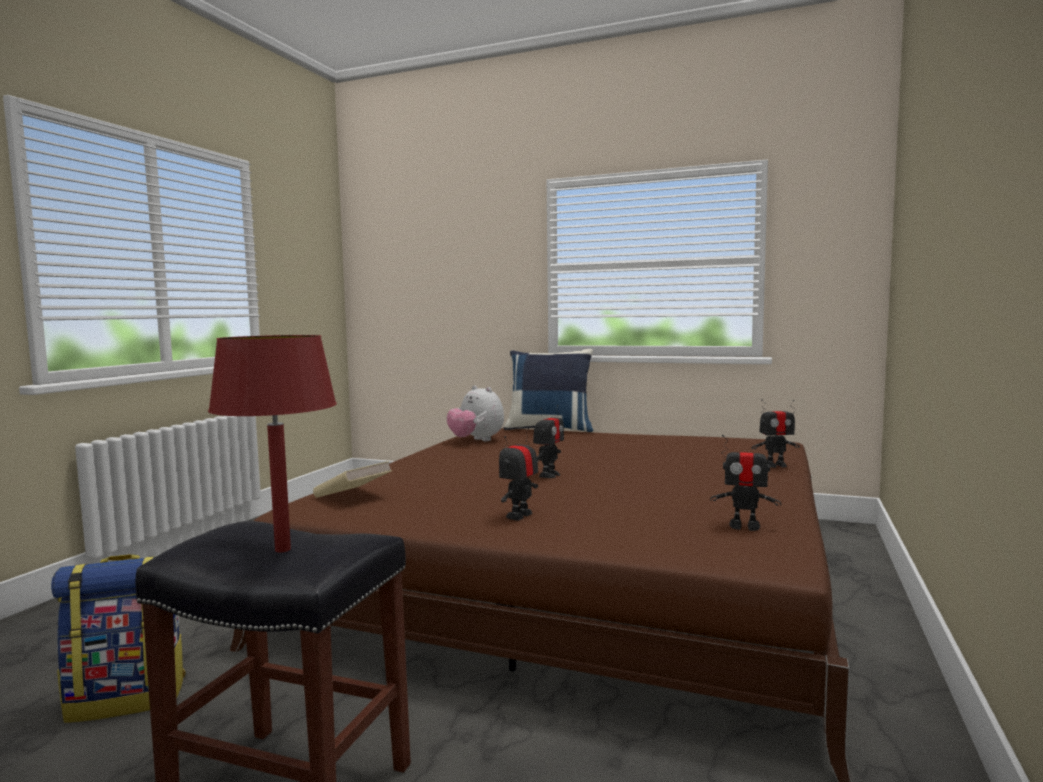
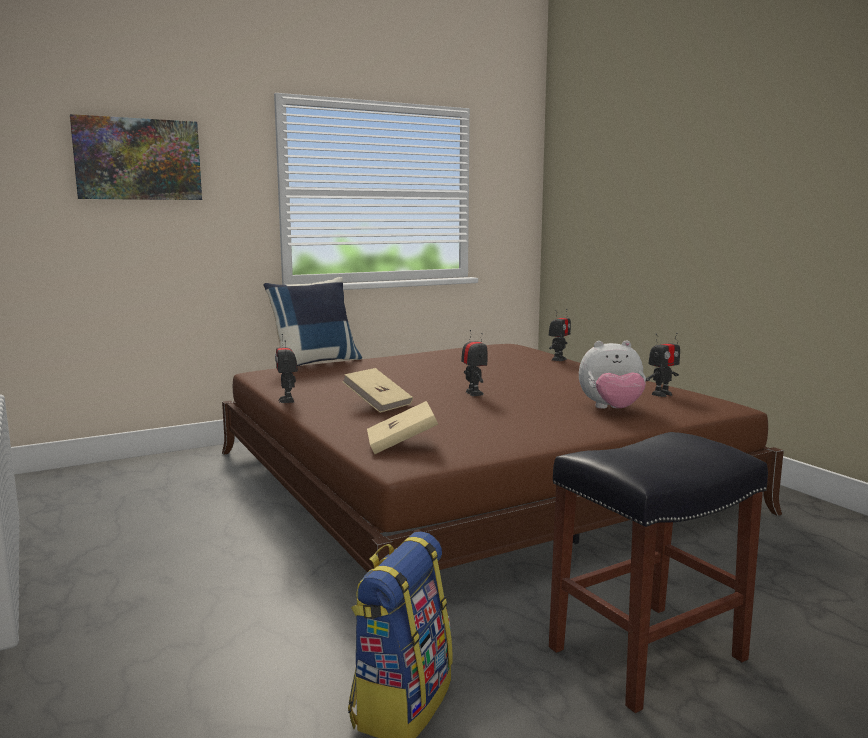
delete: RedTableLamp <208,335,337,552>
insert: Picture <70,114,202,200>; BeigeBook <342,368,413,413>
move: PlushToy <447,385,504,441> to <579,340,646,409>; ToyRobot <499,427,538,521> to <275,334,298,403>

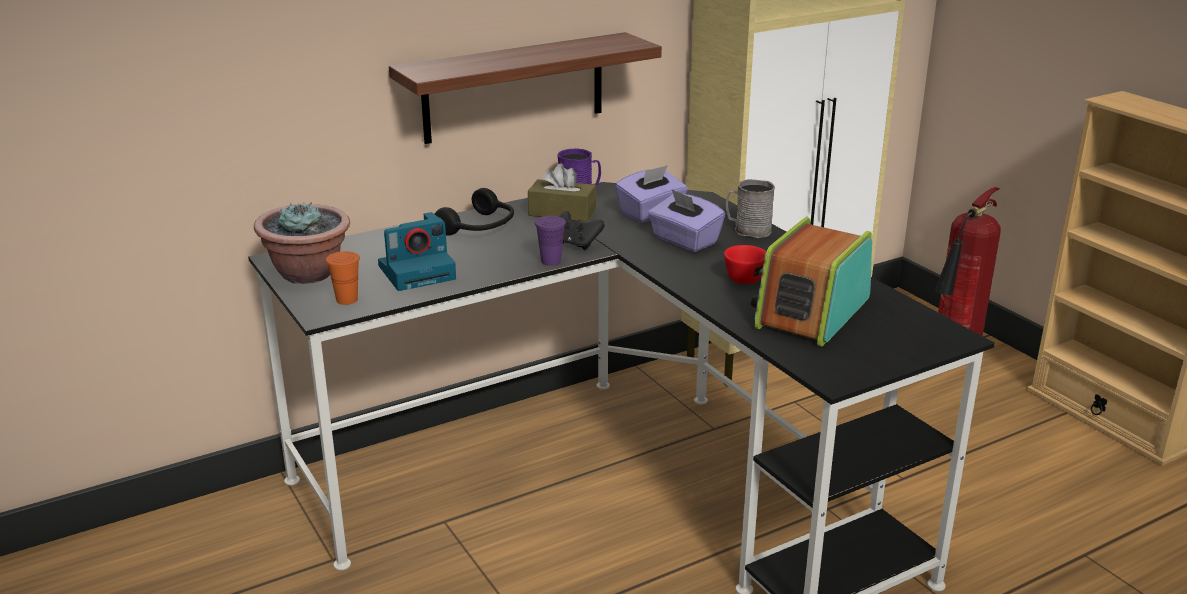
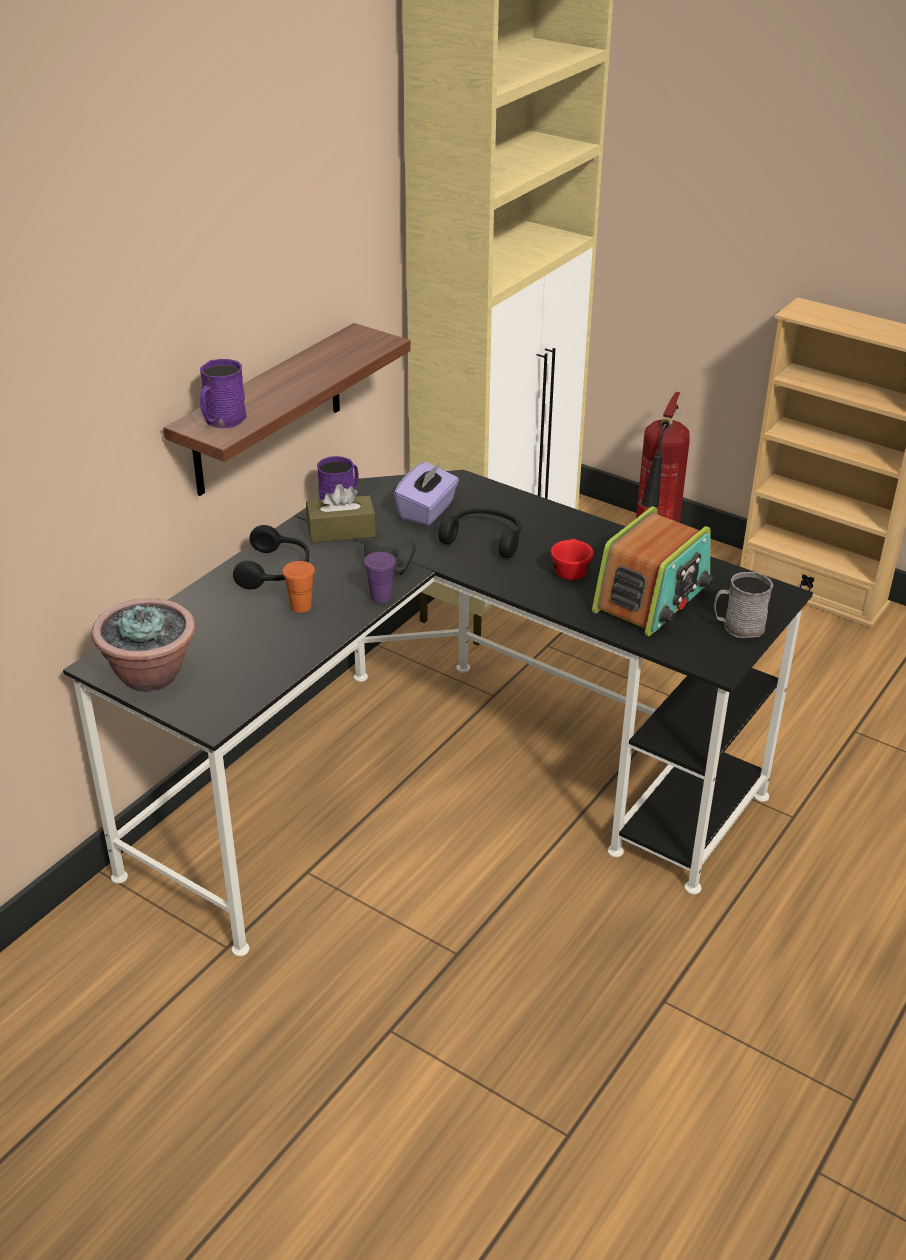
delete: PhotoCamera <378,212,456,291>
insert: PurpleMug <200,359,247,428>
move: GreyMug <726,179,775,238> to <714,572,773,638>; OrangeCup <326,251,360,305> to <282,561,315,613>
replace: PurpleTissueBox <648,189,725,252> to BlackHeadphones <439,508,521,558>
rotate: Radio <751,217,872,347> = <592,506,714,637> 150 degrees counterclockwise

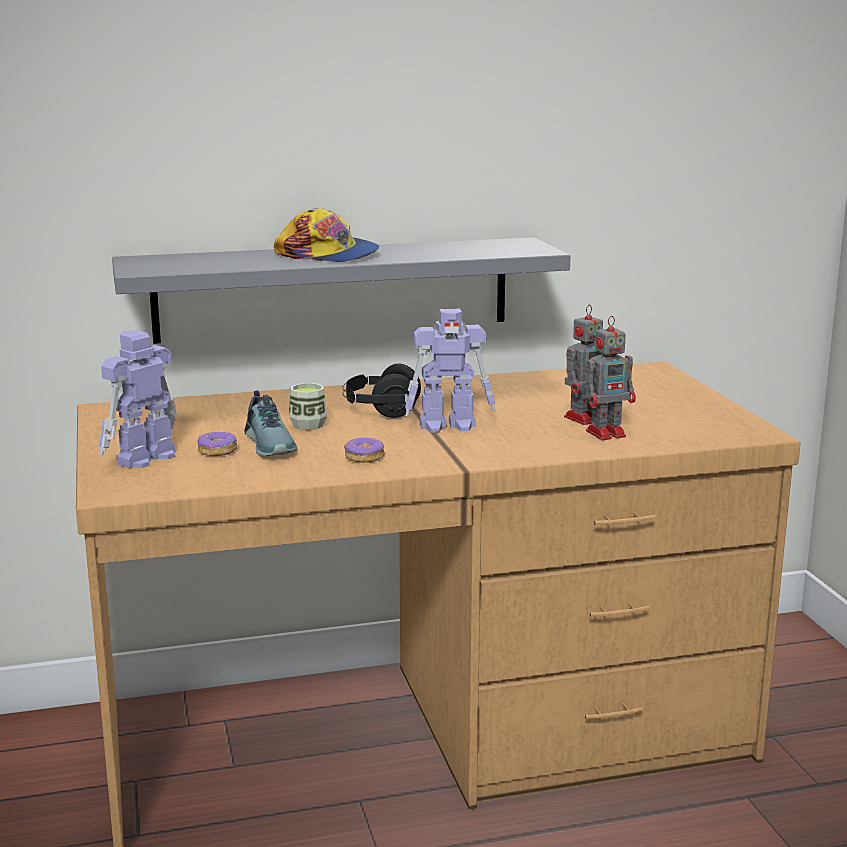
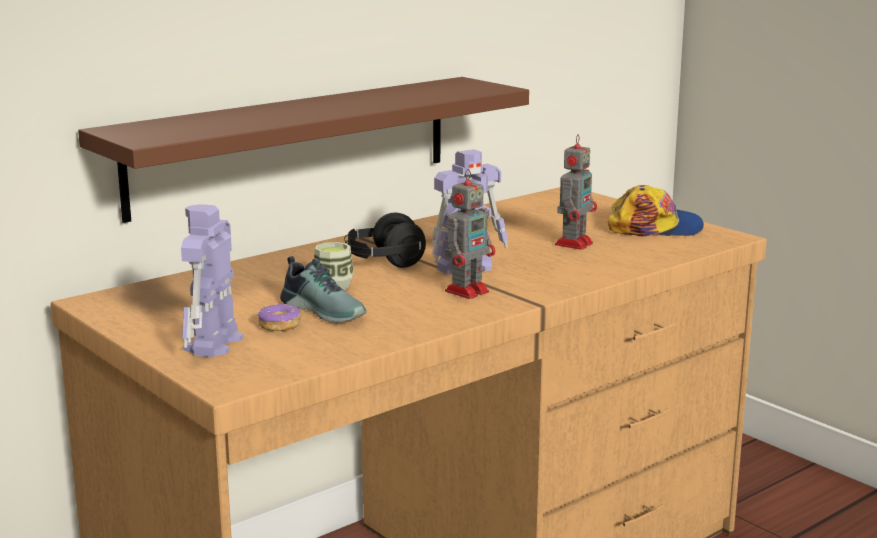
delete: Donut <344,437,385,463>
move: Cap <274,208,380,262> to <608,185,704,237>; ToyRobot <586,316,636,440> to <445,169,495,299>
recolor: GreyShelf <112,237,571,344> to BrownShelf <78,77,529,223>

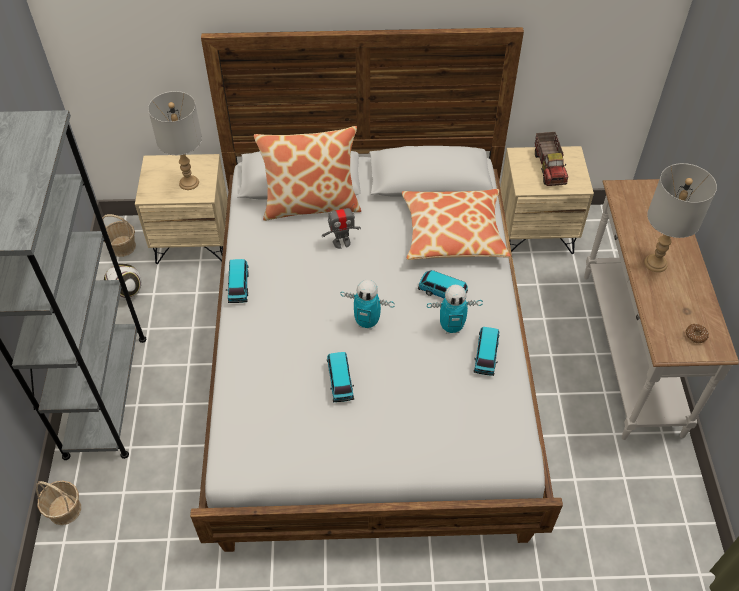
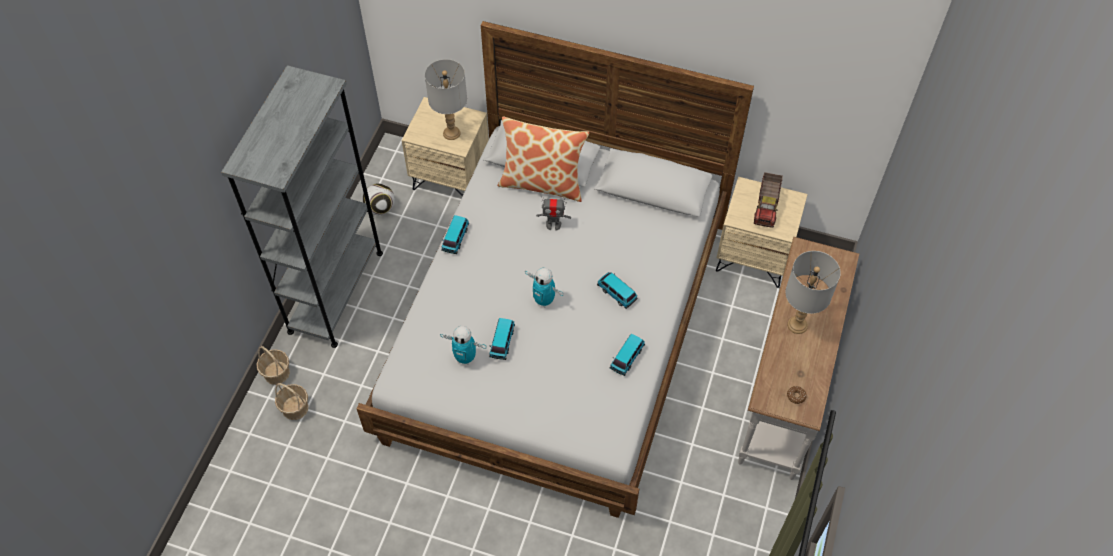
delete: Pillow <402,189,511,260>
move: Basket <102,214,136,257> to <275,383,309,420>; ToyRobot <427,285,483,334> to <440,326,486,365>

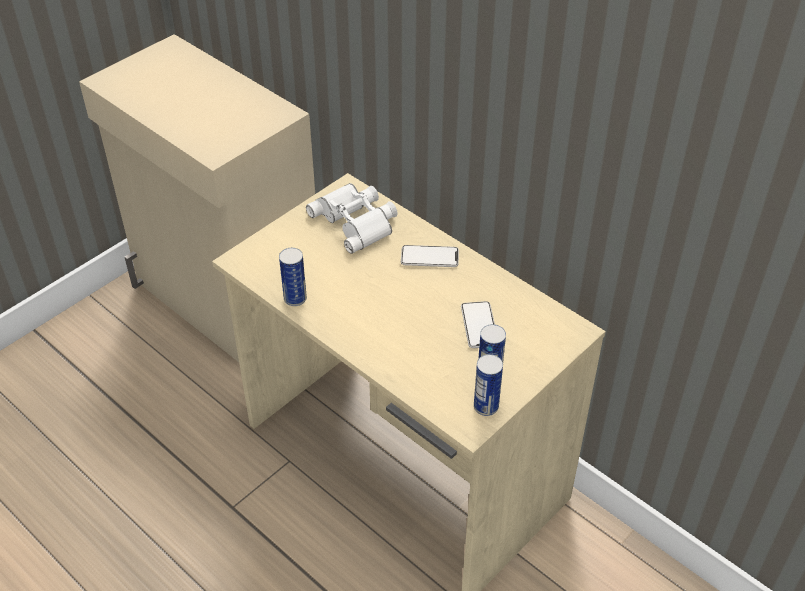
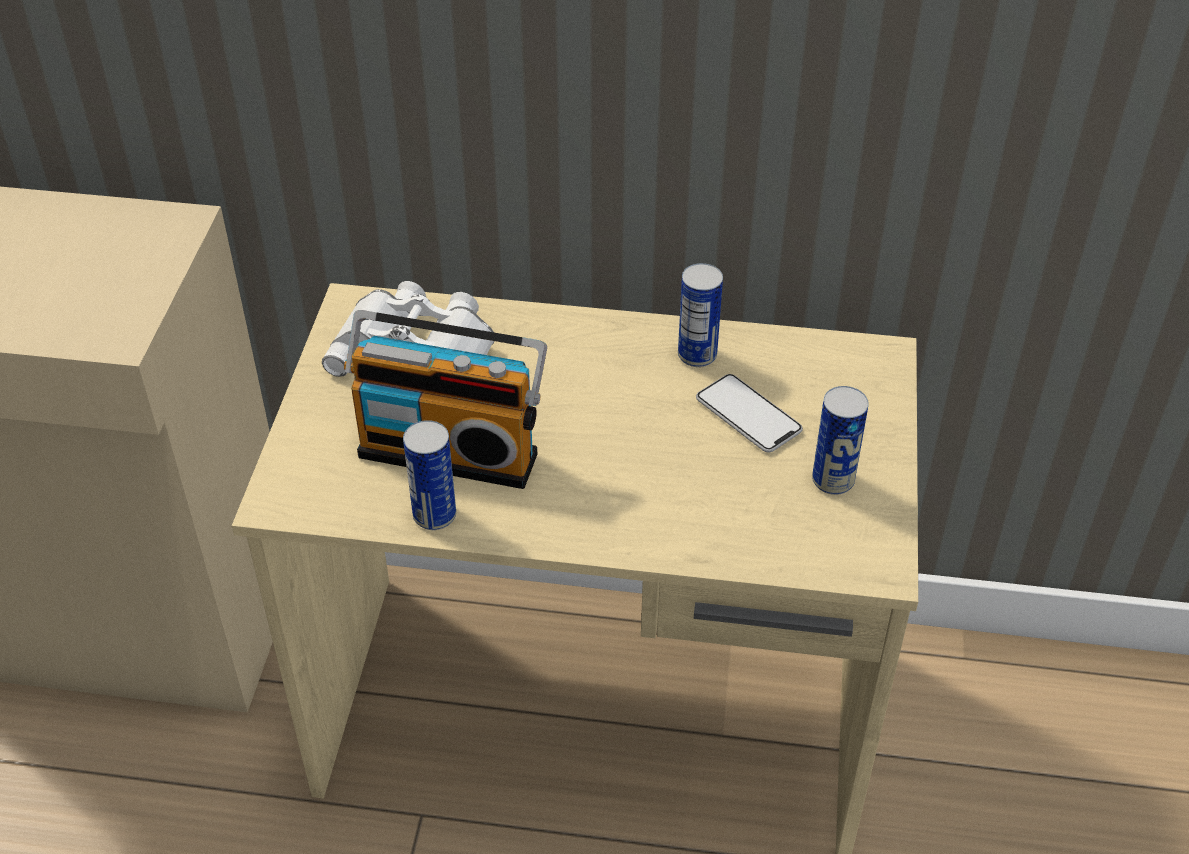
delete: Phone <401,245,459,267>
insert: Radio <344,310,547,489>
move: Can <474,354,503,416> to <678,263,723,367>

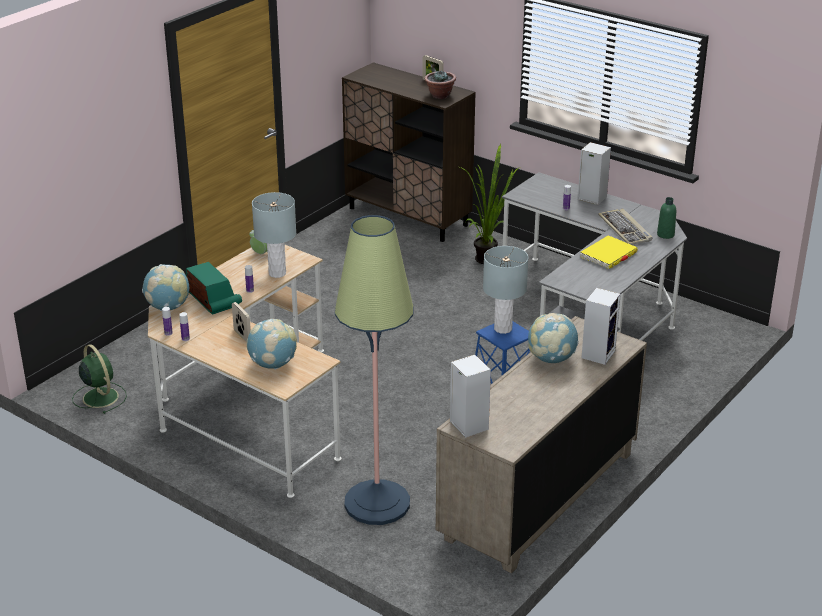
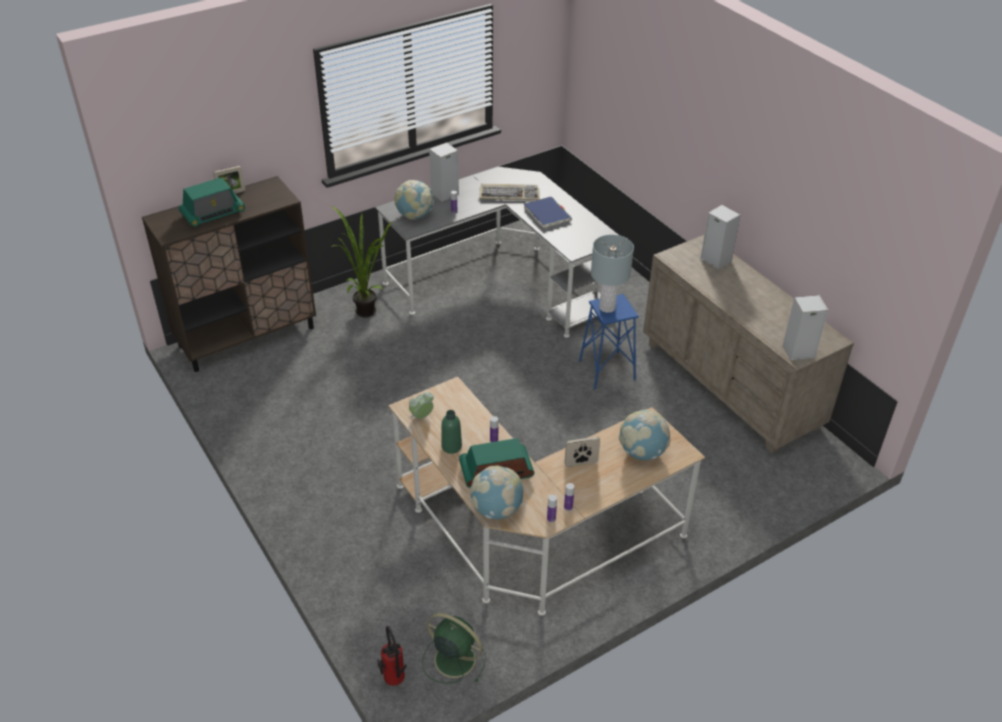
delete: PottedPlant <424,70,456,99>; GreyTableLamp <252,192,296,278>; FloorLamp <335,215,414,525>
insert: Radio <179,177,245,227>; FireExtinguisher <377,626,407,686>
move: GreenBottle <657,197,676,239> to <441,410,462,454>; Globe <528,313,579,363> to <394,180,434,219>
recolor: YellowBook <580,235,638,269> to BlueBook <524,197,572,230>
rotate: GreenFan <72,344,127,414> = <422,613,486,683> 45 degrees clockwise

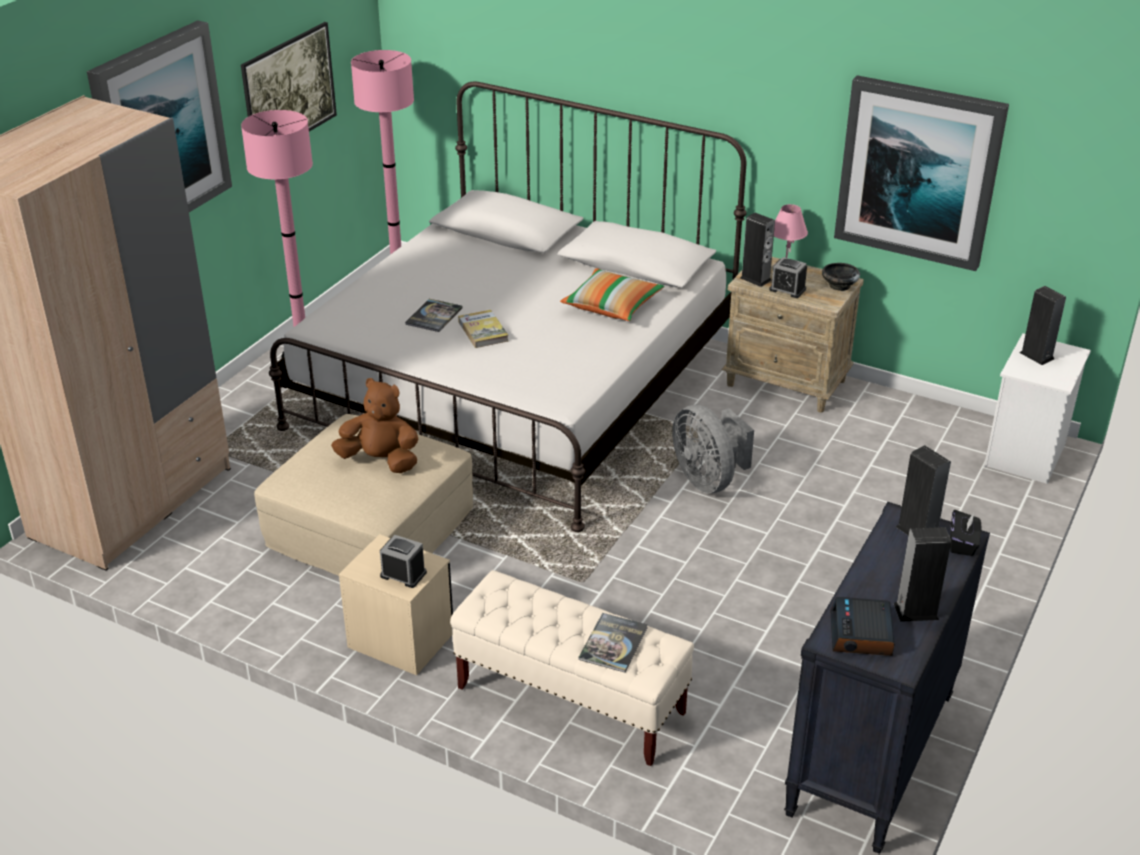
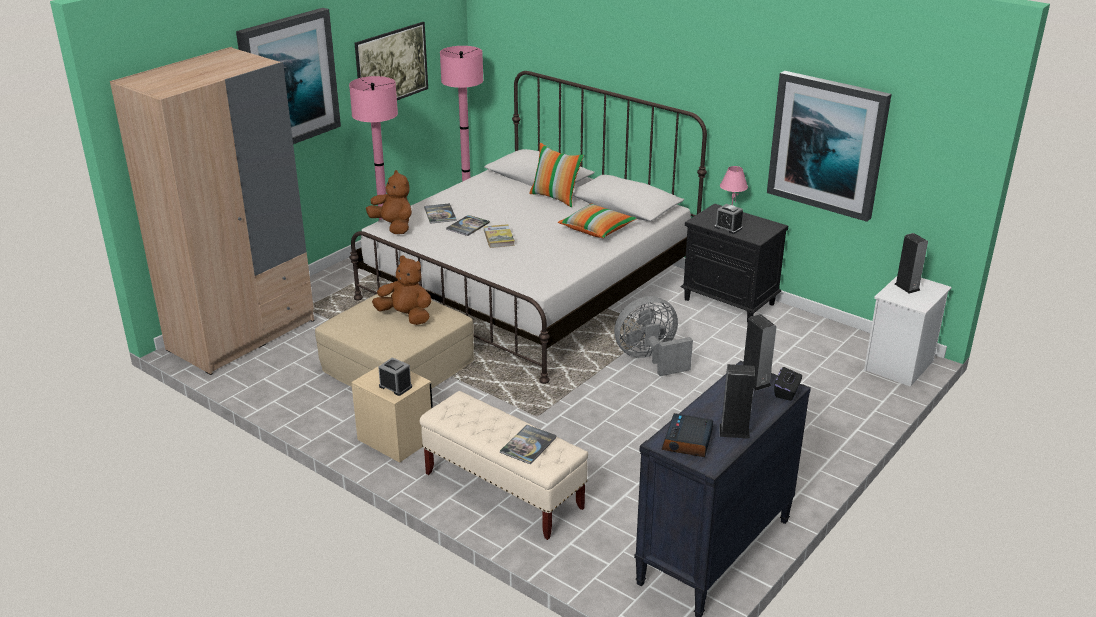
delete: Speaker <740,213,775,287>; BlackBowl <822,263,860,291>
insert: Pillow <529,143,584,207>; BrownPlushToy <366,170,412,234>; Book <424,203,457,224>
recolor: BeigeNightstand <721,257,864,413> to BlackNightstand <680,203,788,323>
rotate: GreyFan <672,405,754,493> = <614,296,693,376> 90 degrees clockwise

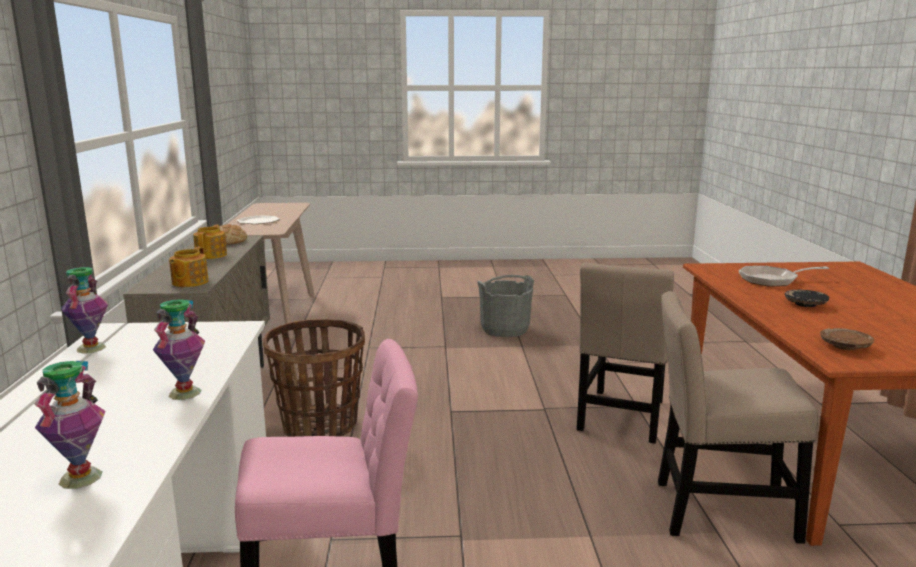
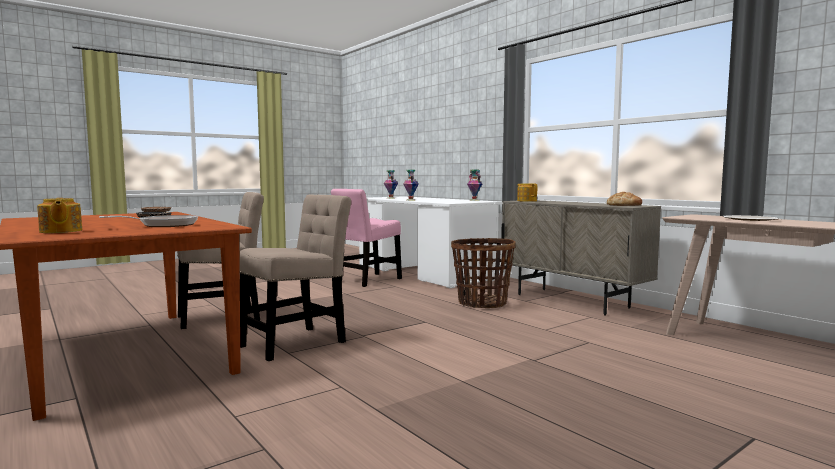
delete: GreyBucket <477,275,534,337>
move: Teapot <193,225,227,259> to <37,198,83,233>
rotate: BeigeChair <577,263,674,444> = <239,194,351,361> 60 degrees clockwise

